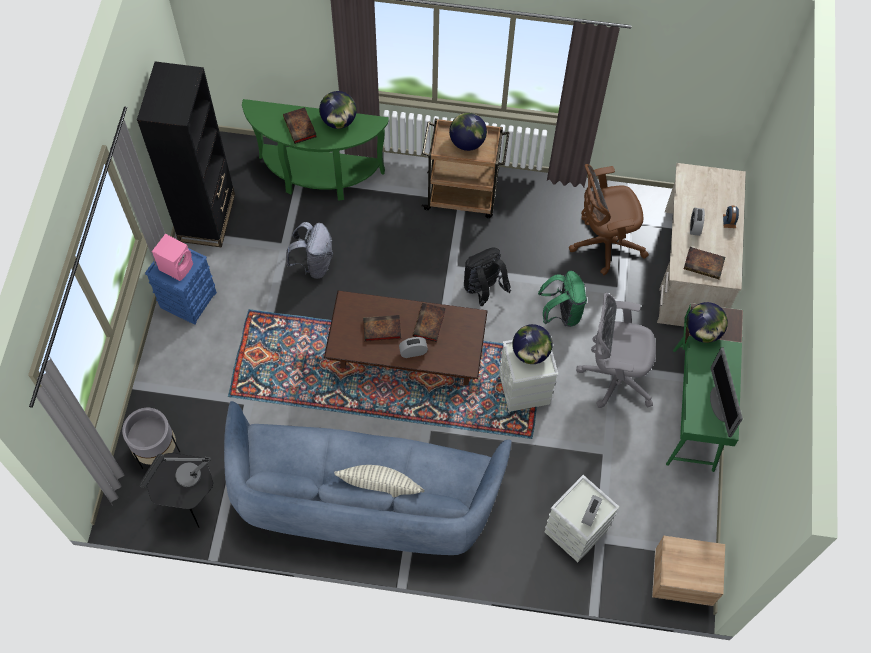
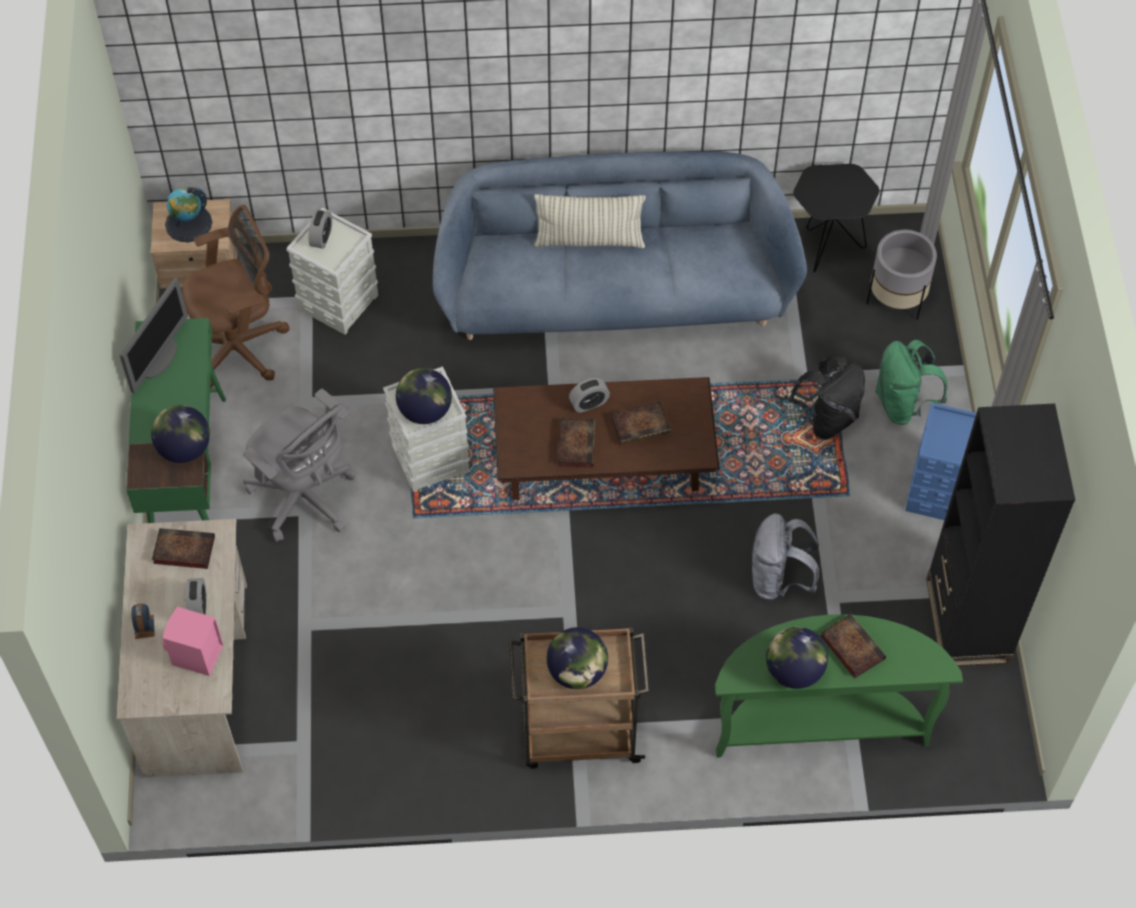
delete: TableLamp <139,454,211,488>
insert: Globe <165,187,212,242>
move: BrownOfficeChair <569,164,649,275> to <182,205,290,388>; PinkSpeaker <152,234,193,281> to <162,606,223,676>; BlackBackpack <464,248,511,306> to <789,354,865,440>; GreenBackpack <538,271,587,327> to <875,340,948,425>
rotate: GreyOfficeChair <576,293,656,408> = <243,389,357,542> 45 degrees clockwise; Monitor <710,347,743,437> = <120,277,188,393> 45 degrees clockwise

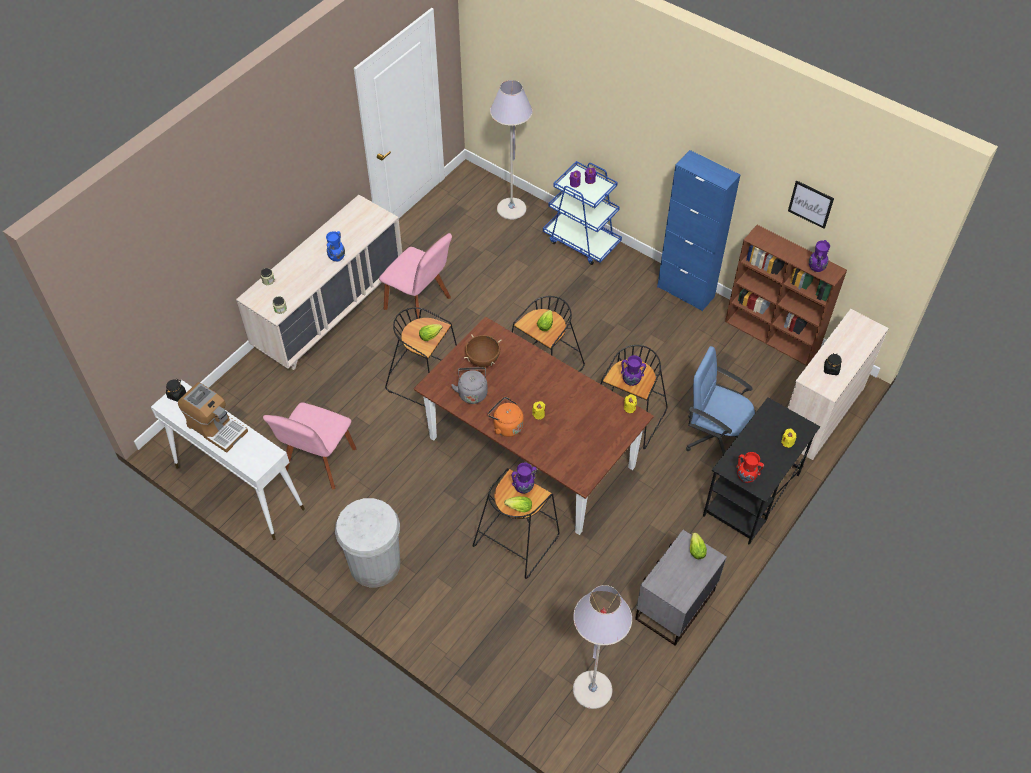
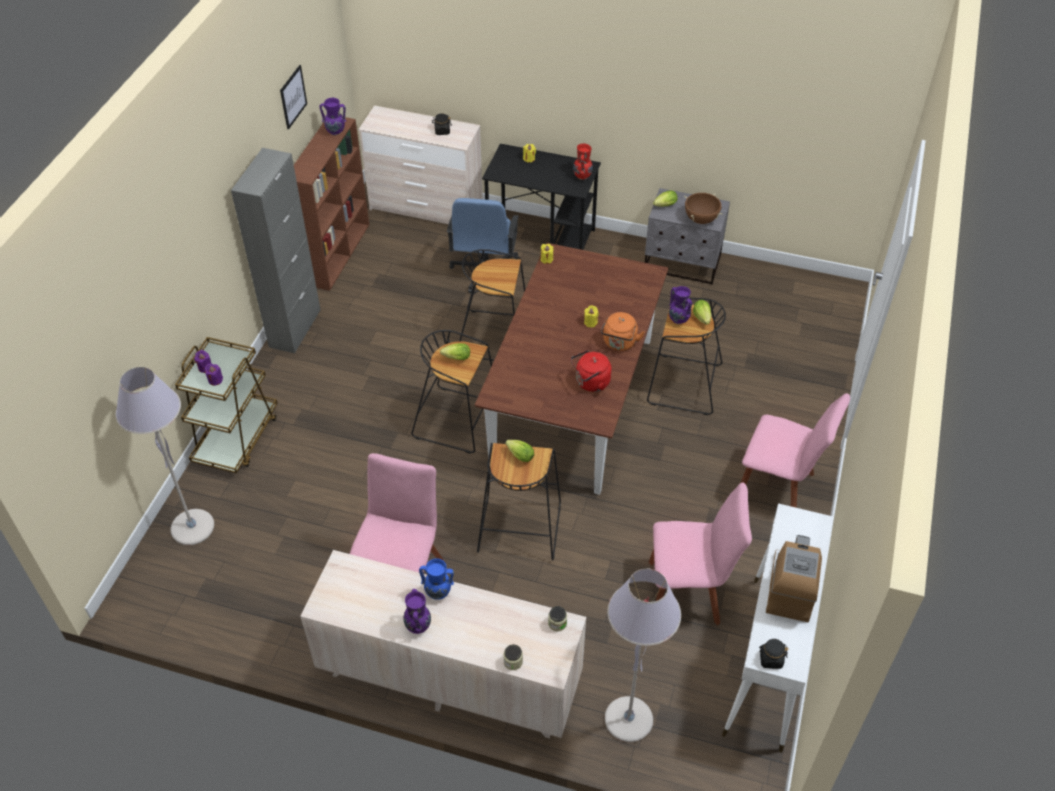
move: BrownCookingPot <464,334,502,367> to <684,193,723,224>; PurpleVase <621,355,646,386> to <403,589,431,634>; GreyFloorLamp <573,585,632,709> to <605,569,681,742>
replace: WhiteTrashCan <335,498,400,587> to PinkChair <741,393,850,508>
recolor: BlueCabinet <657,150,740,311> to GreyCabinet <231,148,321,353>; BlueCart <543,161,622,265> to BrownCart <175,337,278,473>; GreyKettle <451,367,488,404> to RedKettle <571,350,612,392>

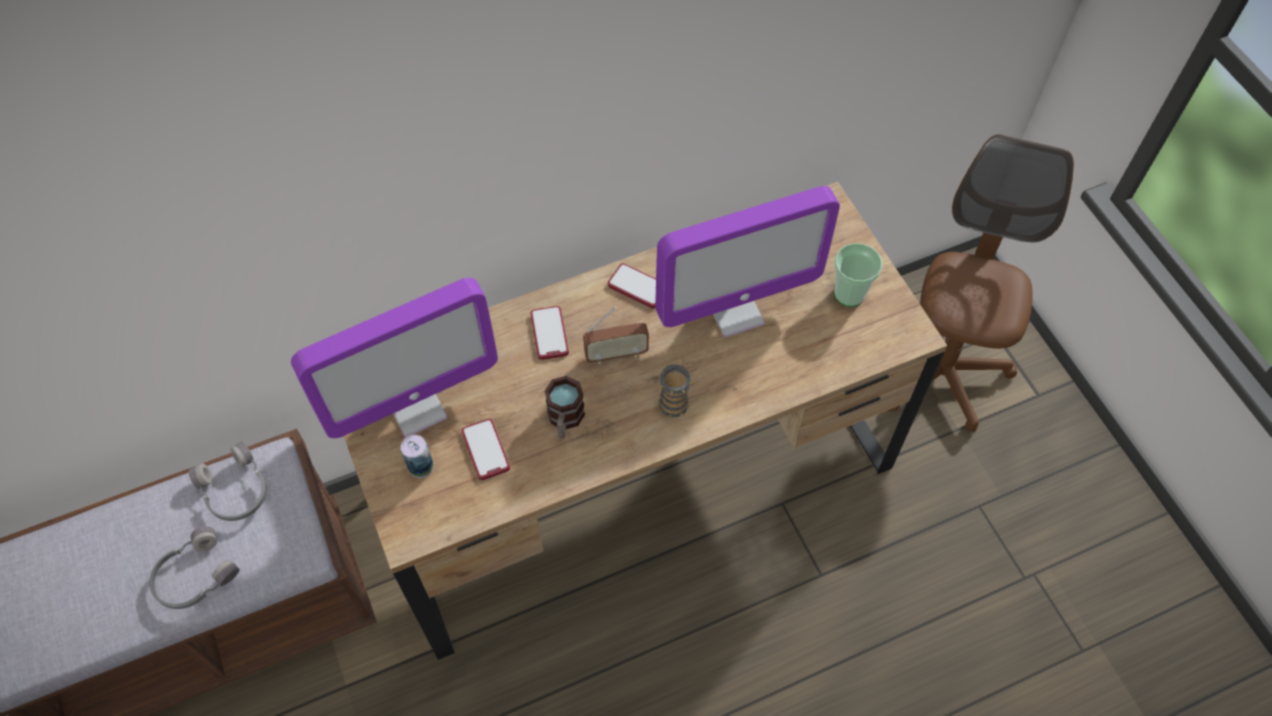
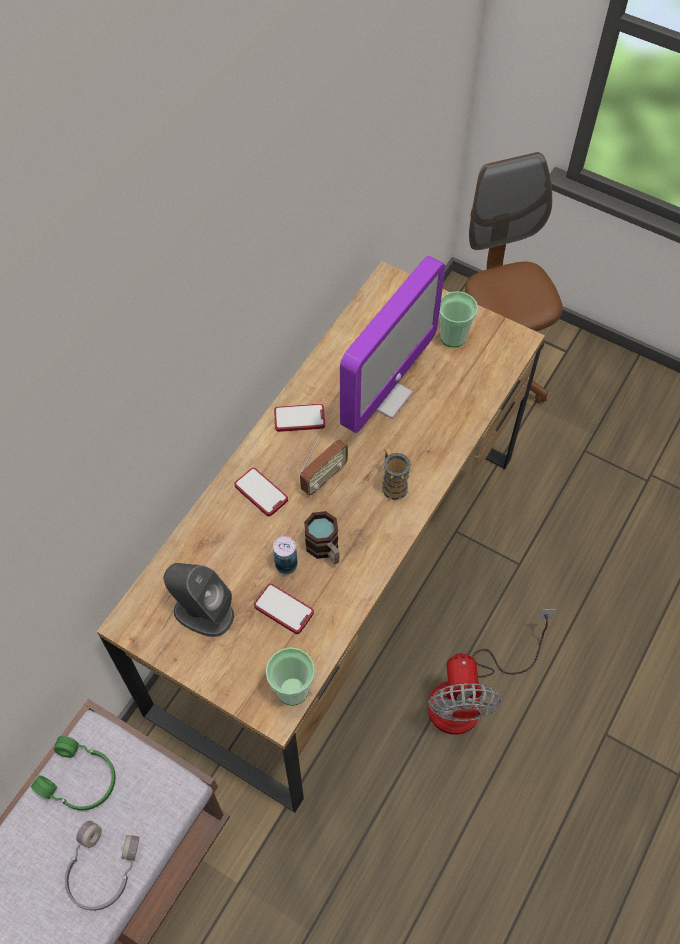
insert: Fan <427,609,555,735>; Cup <266,647,315,706>
move: Can <401,435,433,478> to <273,536,298,575>
replace: Monitor <291,278,498,438> to GreySpeaker <164,563,234,637>
recolor: GreyHeadphones <189,442,267,521> to GreenHeadphones <31,736,115,810>

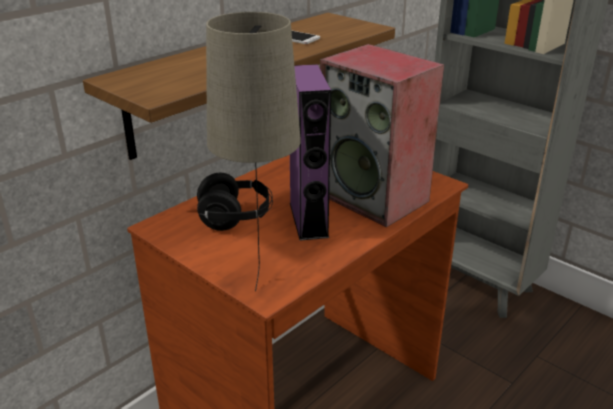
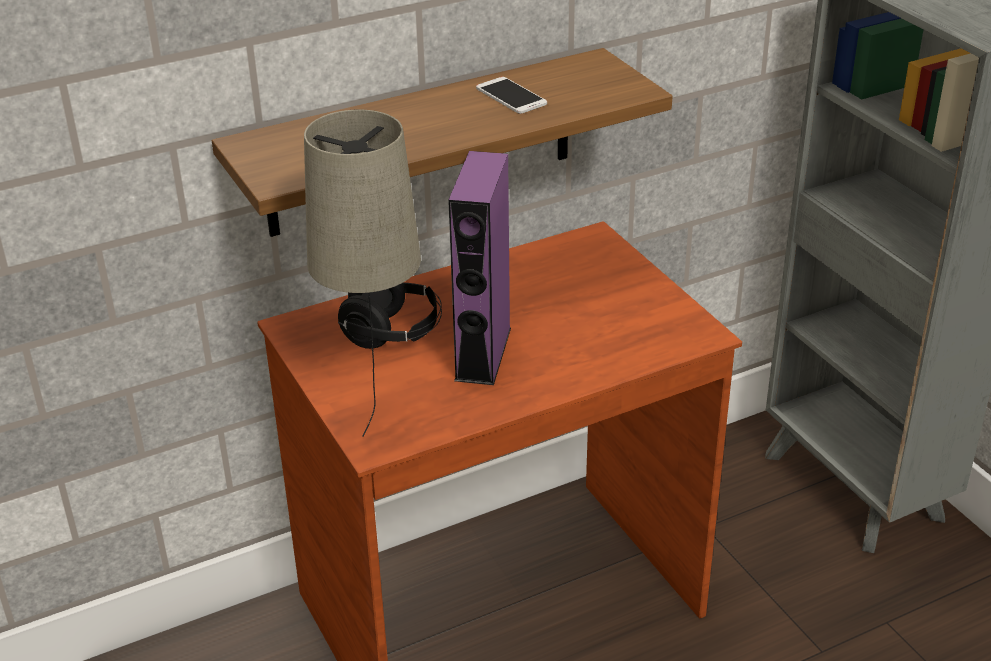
delete: Speaker <320,44,444,227>

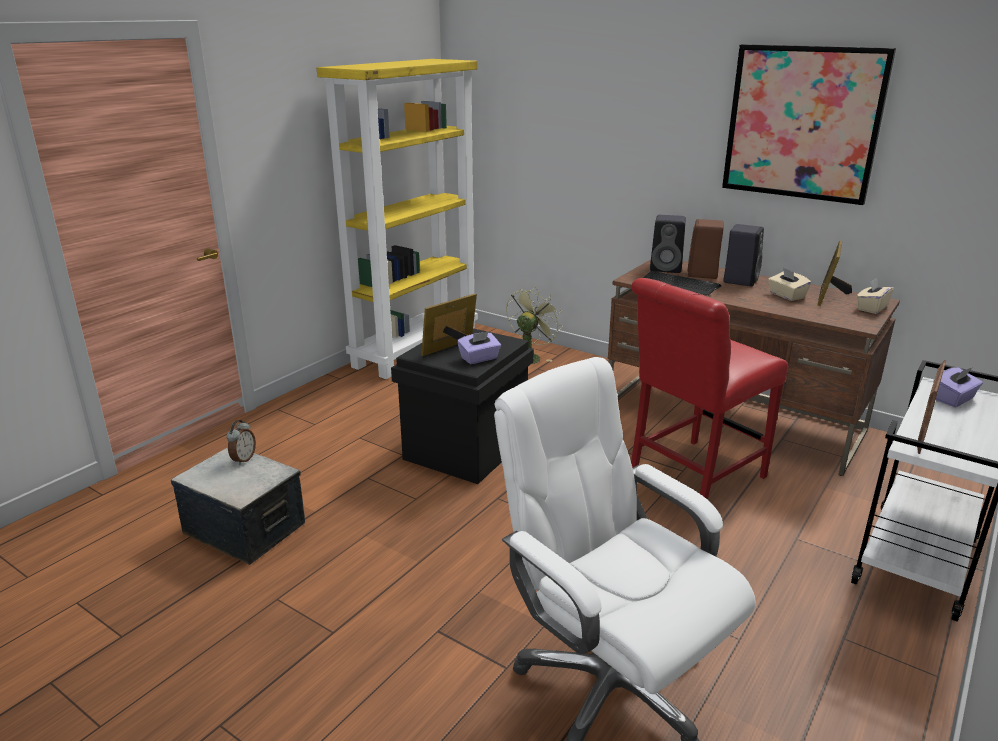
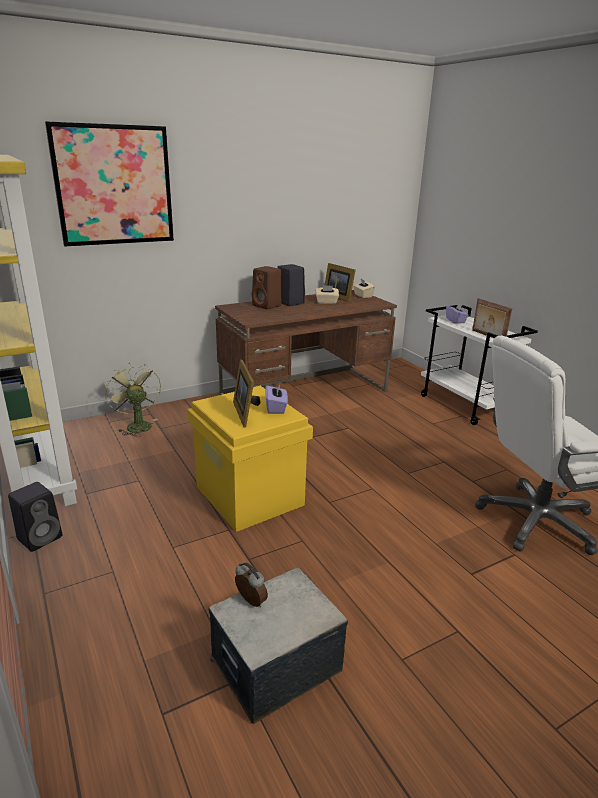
delete: Keyboard <643,271,722,296>; RedChair <631,278,788,500>
move: Picture <722,44,896,205> to <45,121,174,246>; BlackSpeaker <650,215,686,273> to <8,482,62,552>
recolor: BlackStorageBox <391,328,534,484> to YellowStorageBox <187,386,313,532>

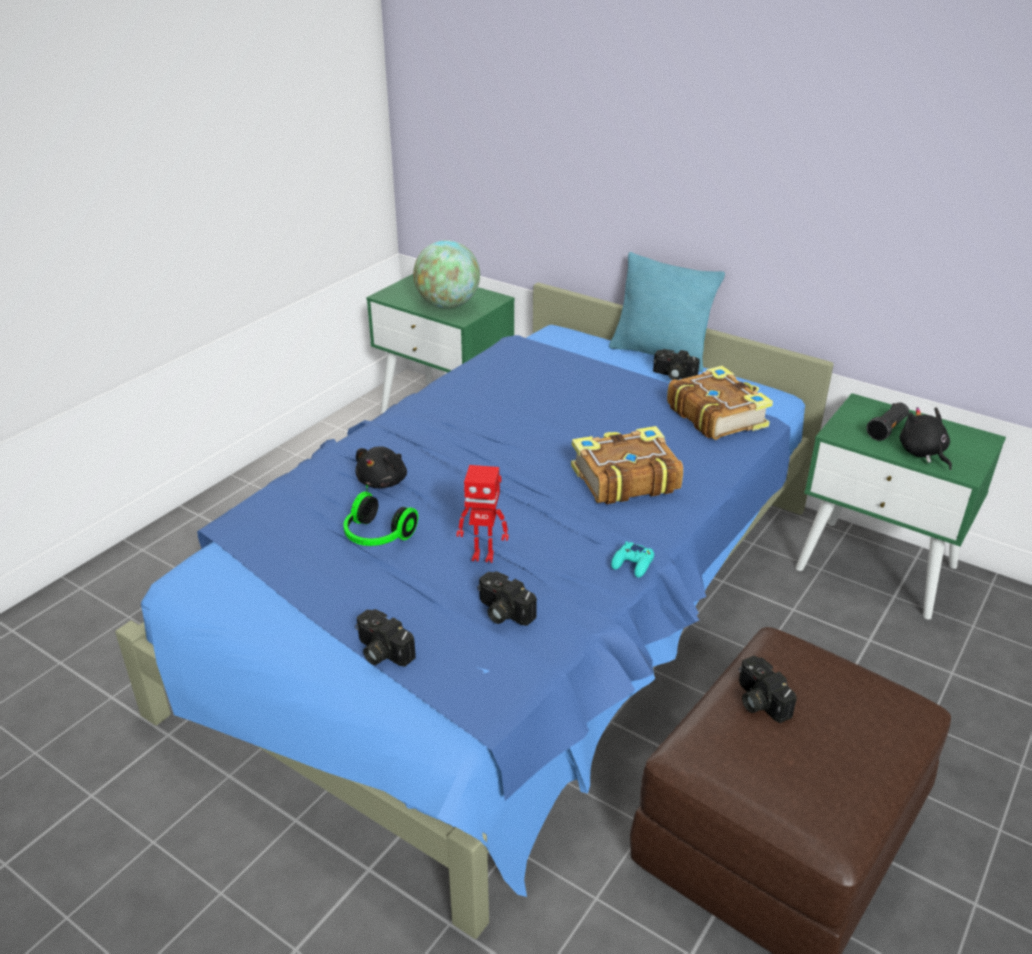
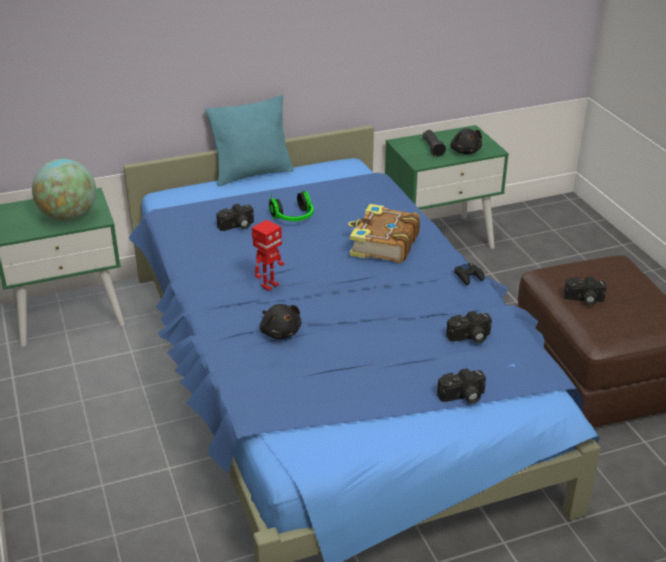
delete: Book <667,366,773,440>
move: PhotoCamera <653,349,700,380> to <216,204,254,231>; ToyRobot <456,465,509,563> to <252,220,285,291>; Headphones <344,484,418,546> to <269,191,314,221>
recolor: TurquoiseGameController <611,541,654,578> to BlackGameController <454,263,485,285>
rotate: BlackPlushToy <900,407,952,470> = <450,129,482,154> 120 degrees counterclockwise

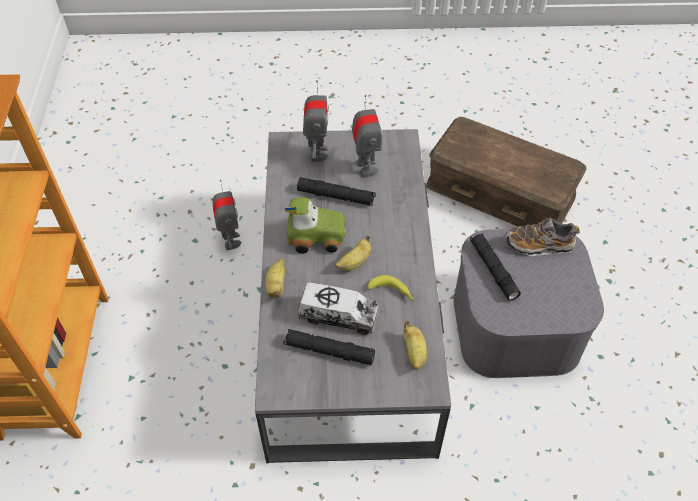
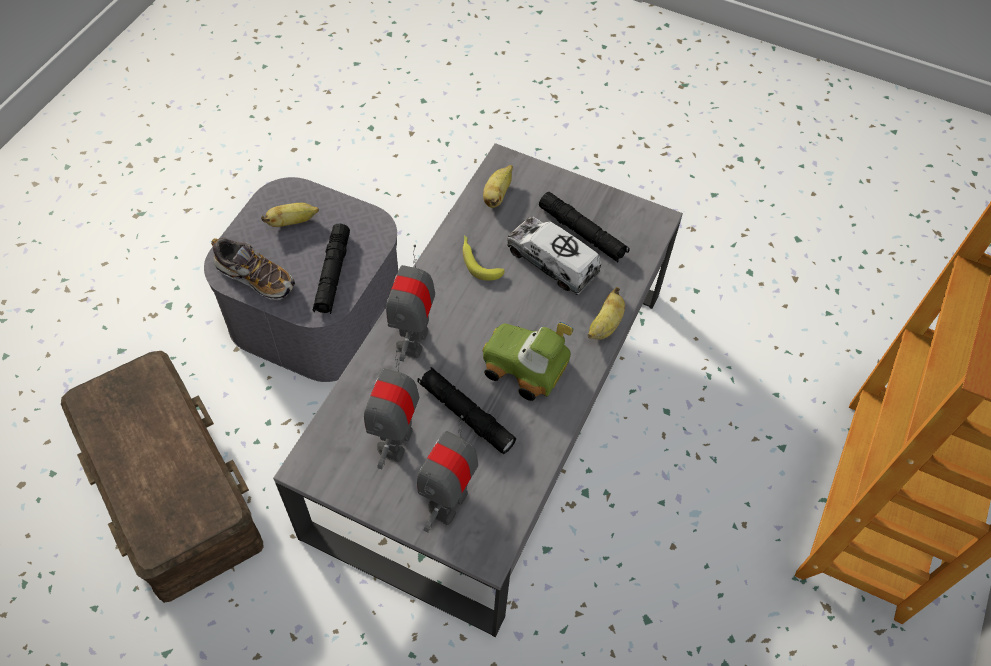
move: ToyRobot <212,180,241,250> to <386,245,435,362>; Banana <335,235,372,271> to <261,203,319,227>

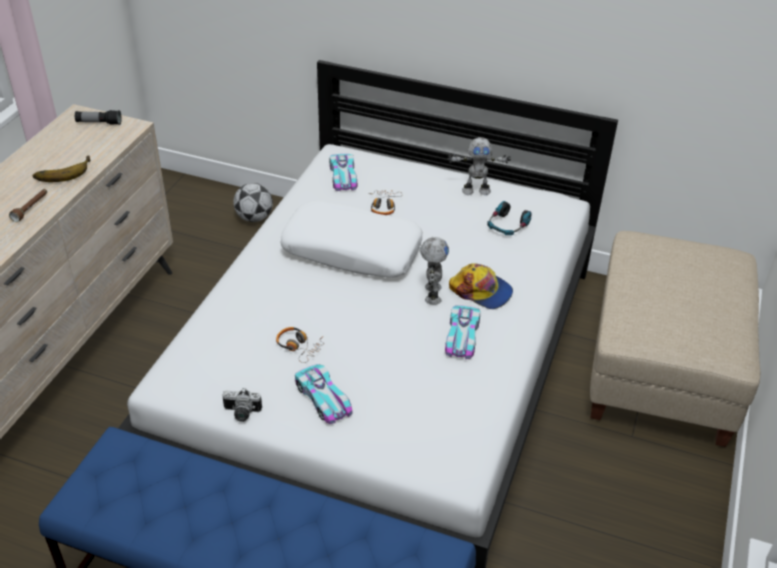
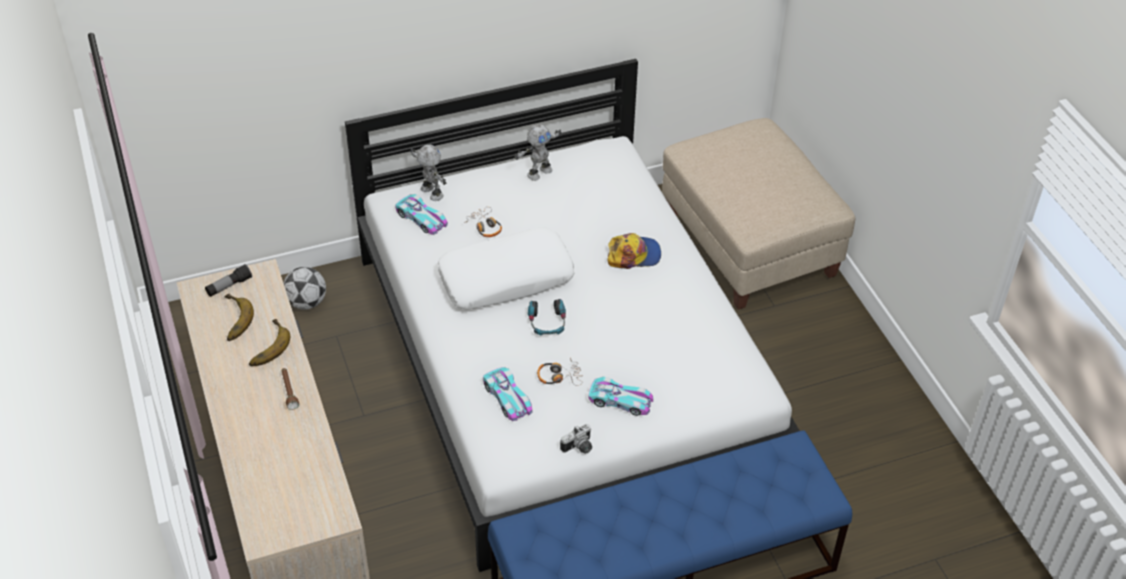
insert: Banana <225,293,254,341>
move: Headphones <487,201,532,235> to <528,299,566,335>; ToyRobot <420,237,449,305> to <410,145,446,201>; ToyCar <445,305,480,359> to <483,367,532,421>

